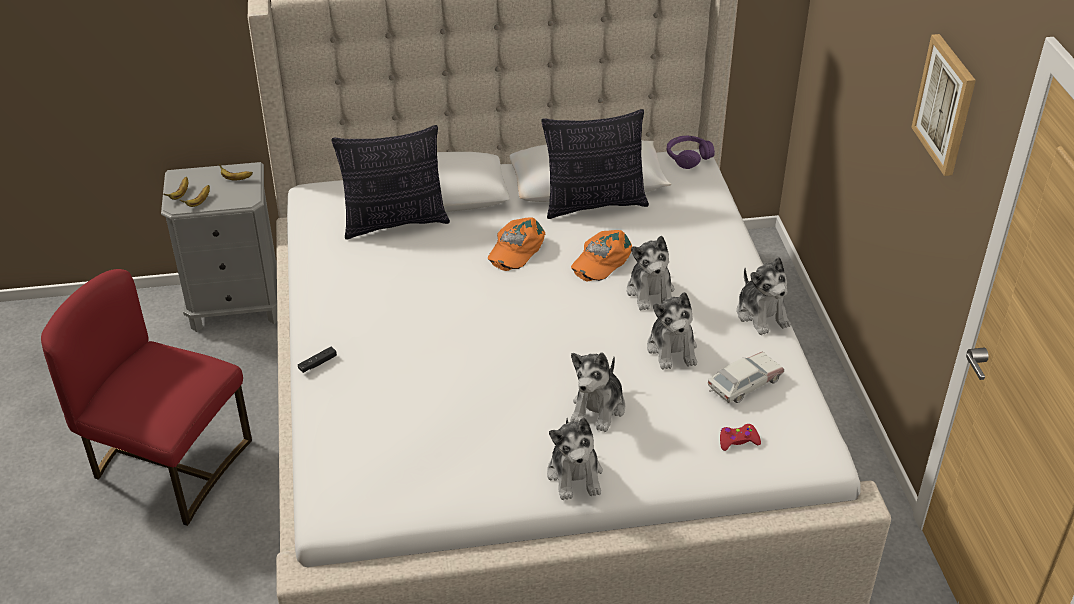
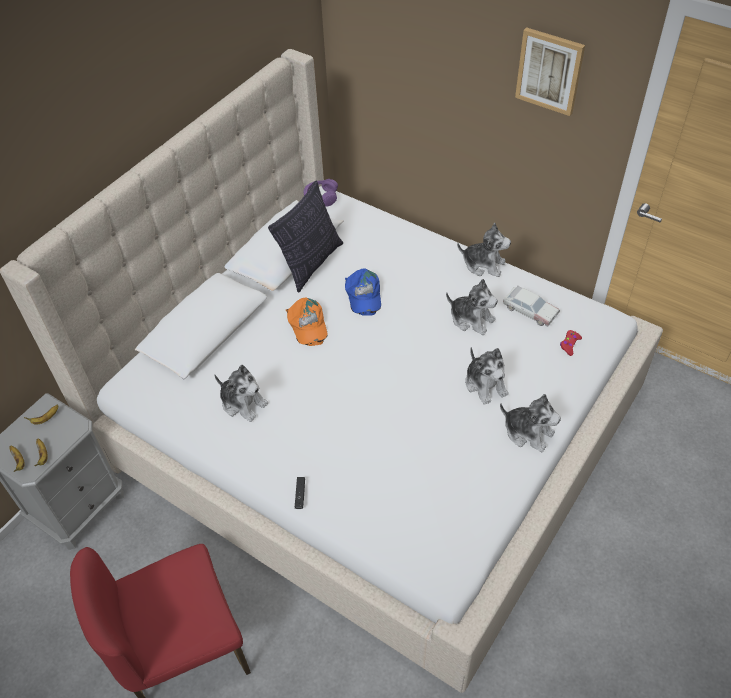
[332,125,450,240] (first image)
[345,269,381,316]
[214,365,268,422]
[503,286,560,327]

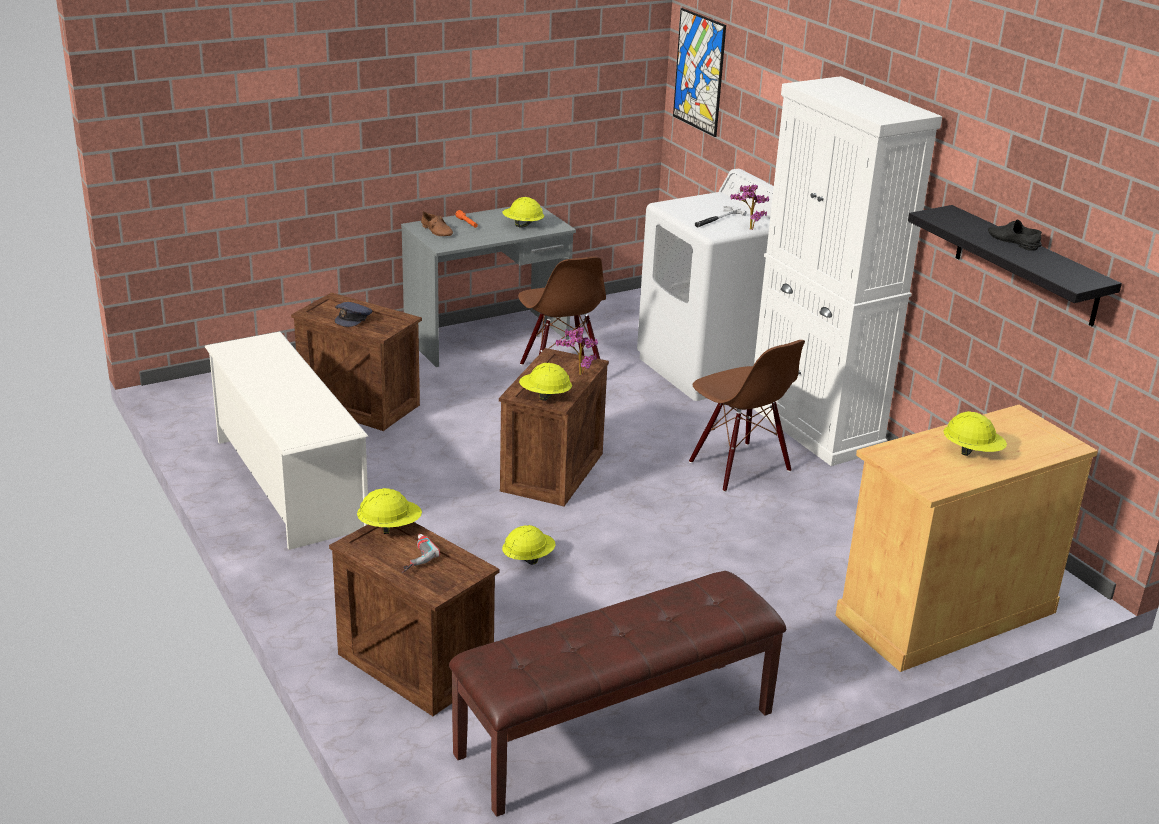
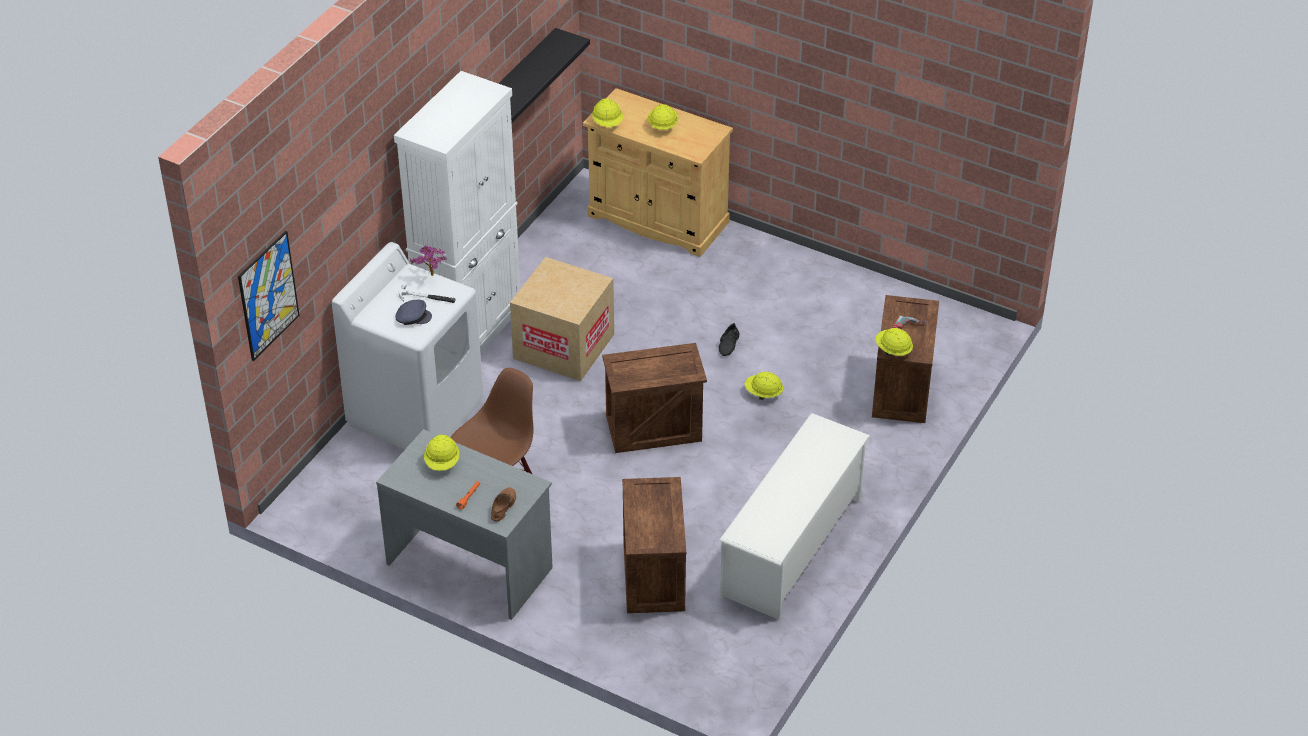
[395,300,432,325]
[449,571,786,817] (first image)
[592,98,623,127]
[556,327,598,376] (first image)
[510,257,614,381]
[719,323,740,356]

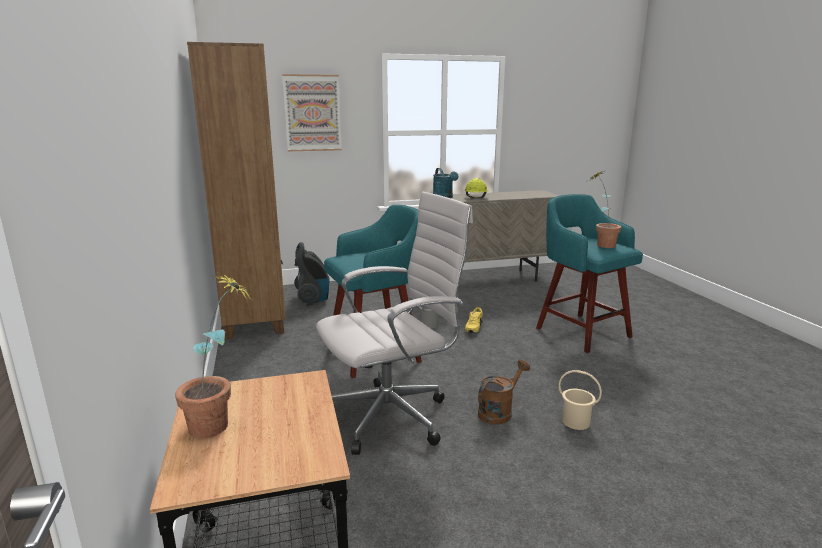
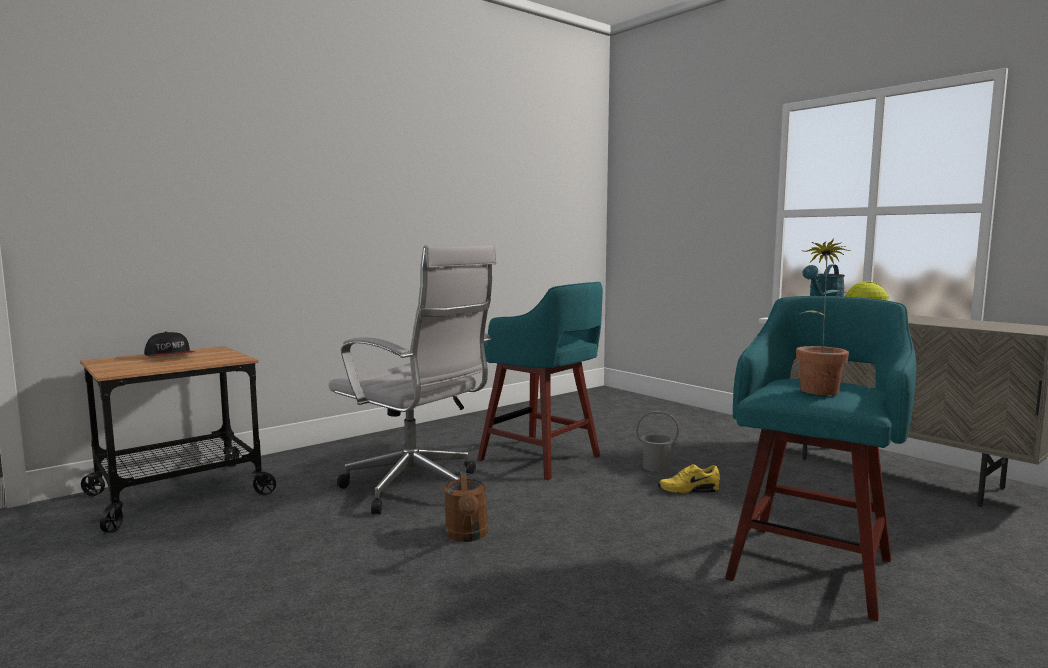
[144,331,194,357]
[187,42,286,340] (first image)
[282,74,342,151] (first image)
[294,242,330,306] (first image)
[444,466,488,542]
[559,370,602,430] (first image)

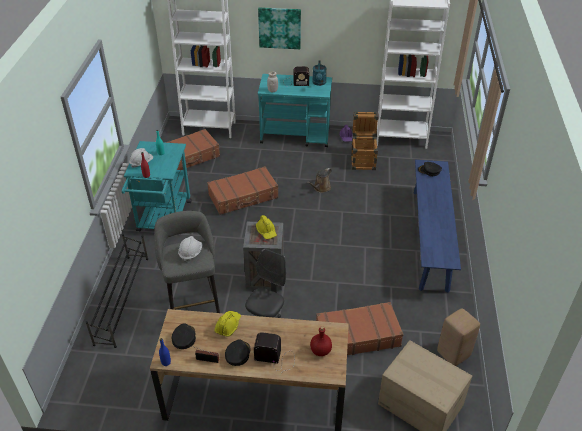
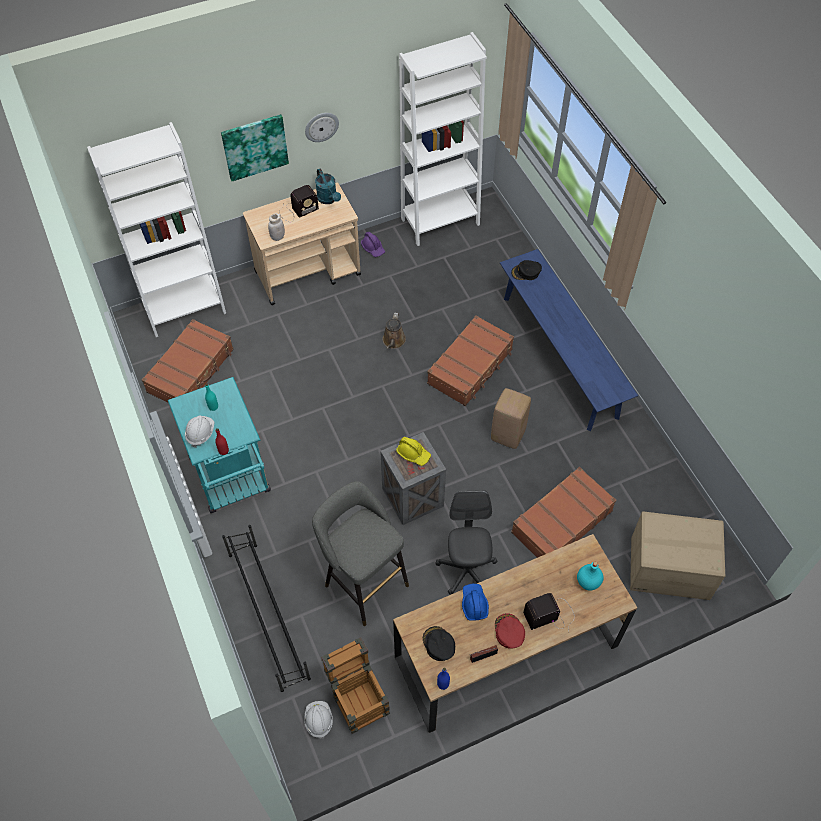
[304,701,333,739]
[427,315,514,406]
[462,584,489,620]
[495,613,525,649]
[243,182,361,305]
[577,561,604,591]
[321,637,390,734]
[491,388,531,449]
[305,113,339,142]

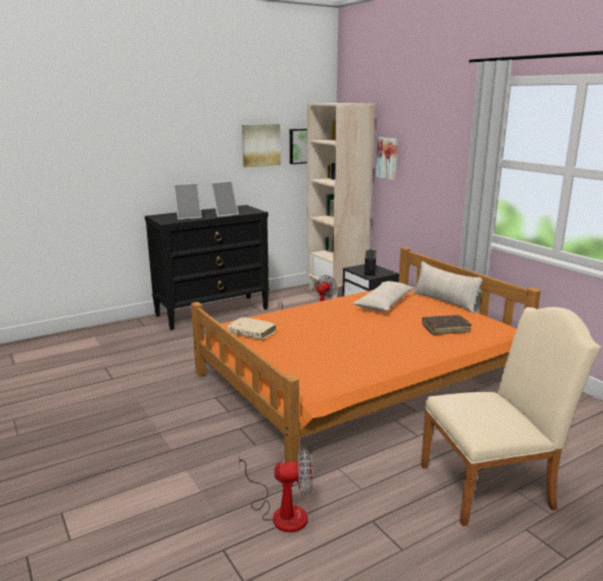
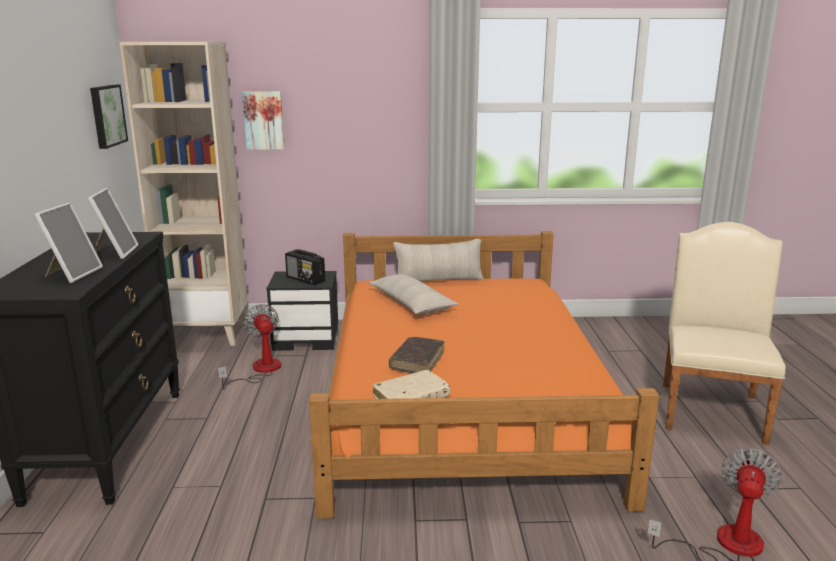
[242,124,281,168] (first image)
[389,337,445,373]

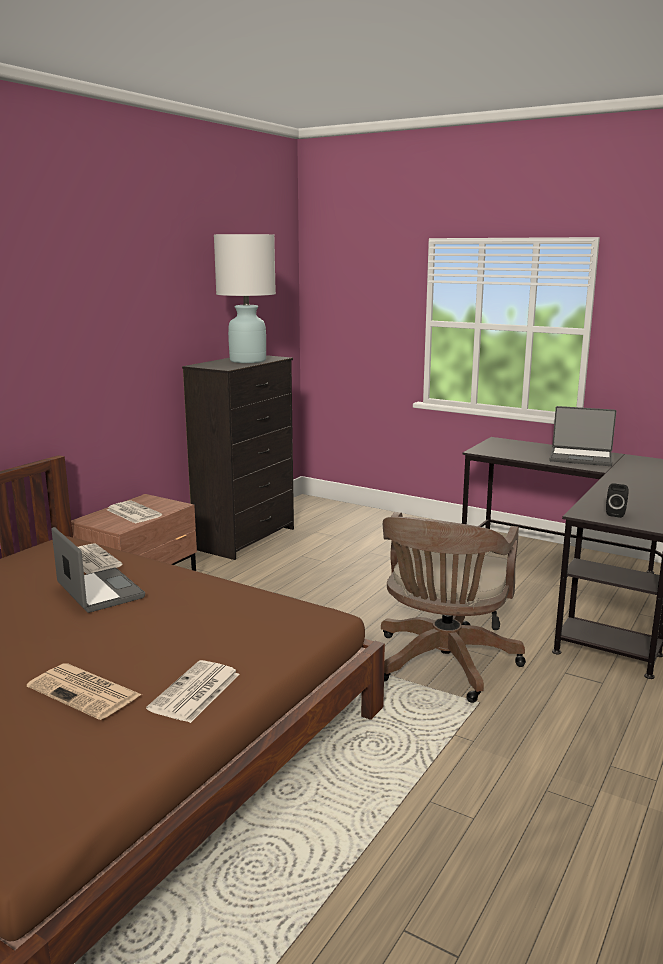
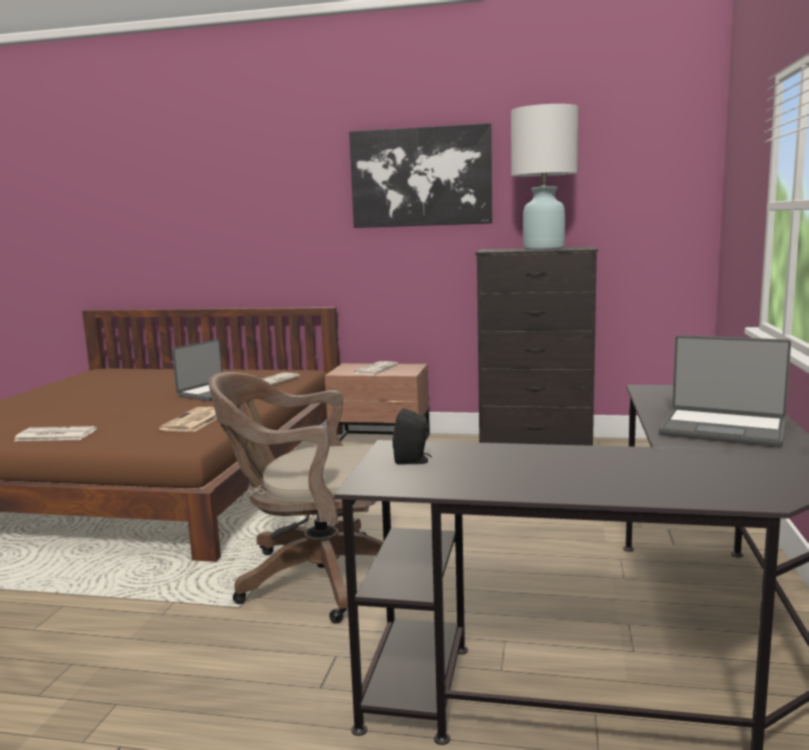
[159,407,217,431]
[659,335,791,447]
[349,123,492,228]

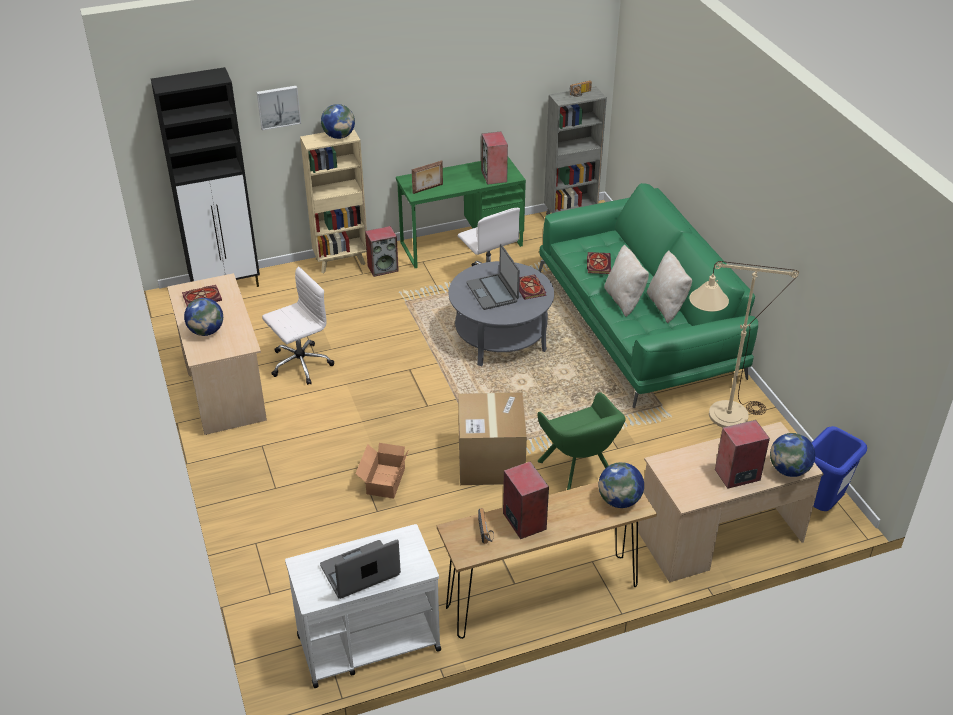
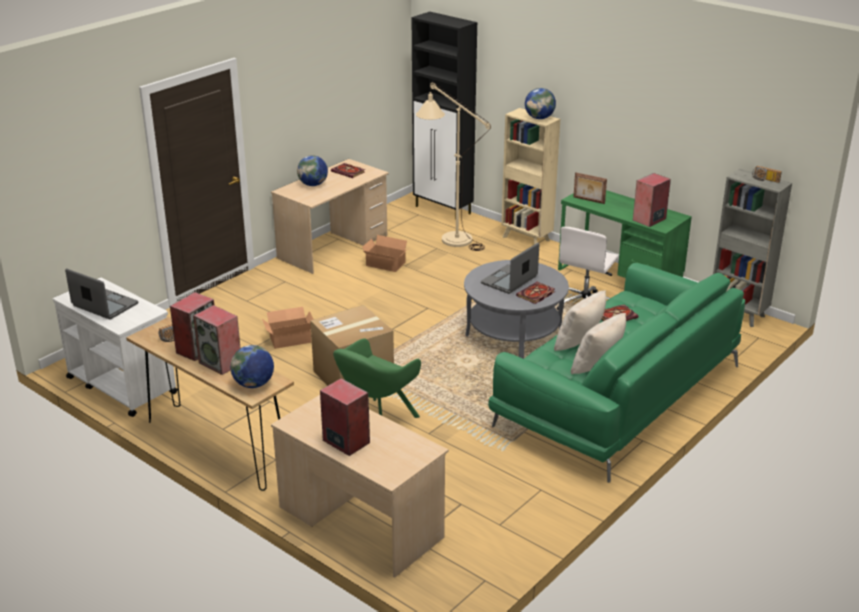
[257,86,301,130] (first image)
[362,235,410,272]
[193,305,240,375]
[416,82,491,251]
[770,433,815,477] (first image)
[811,426,867,511] (first image)

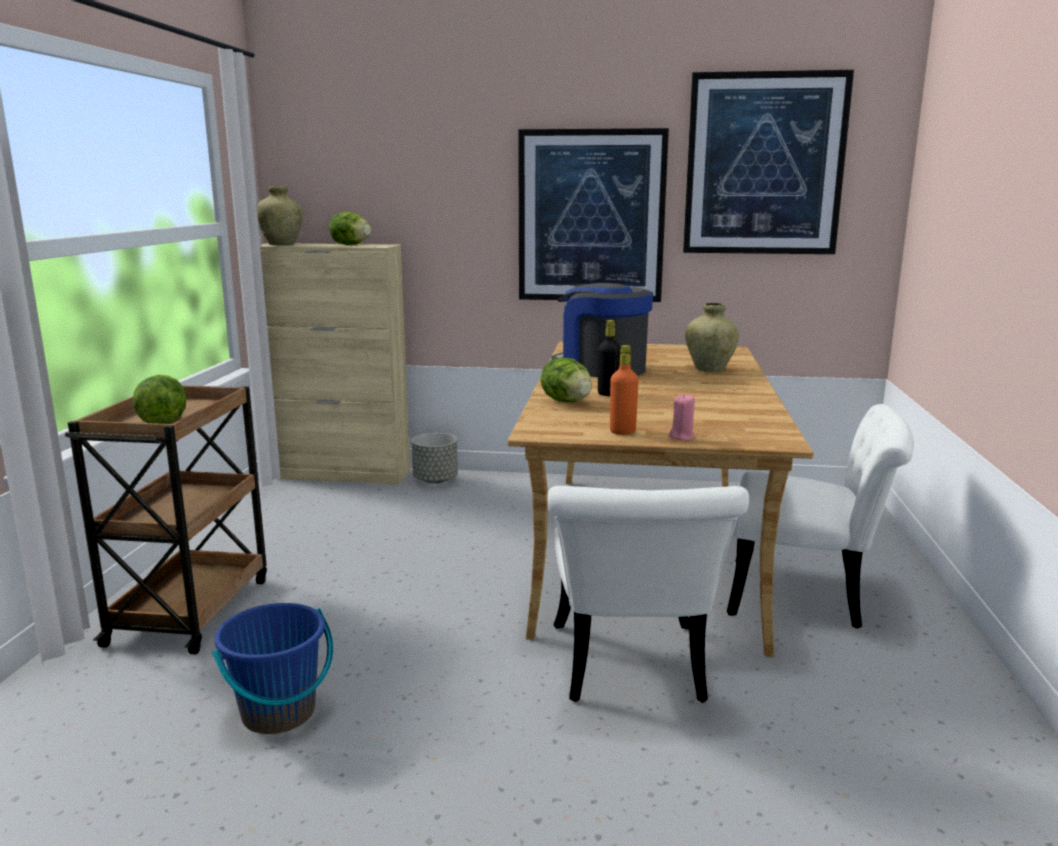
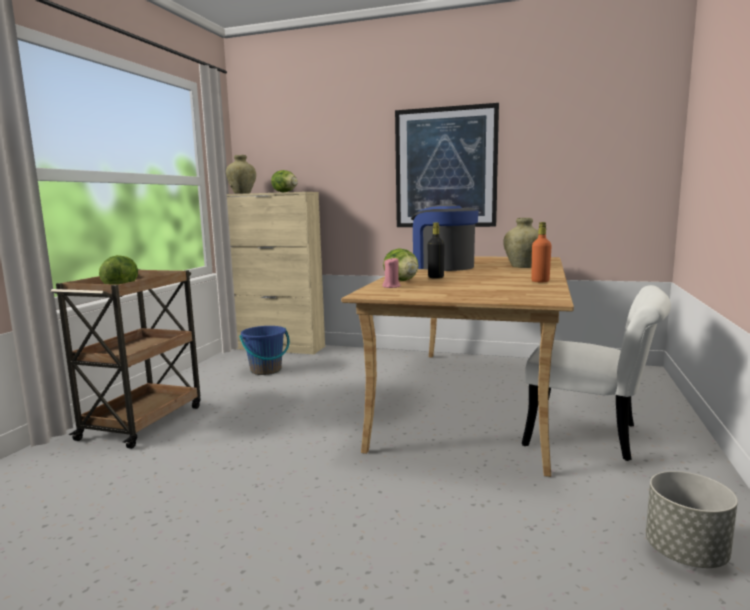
[239,326,290,375]
[646,471,738,568]
[547,486,749,703] (first image)
[531,222,552,282]
[382,257,401,288]
[683,70,854,254] (first image)

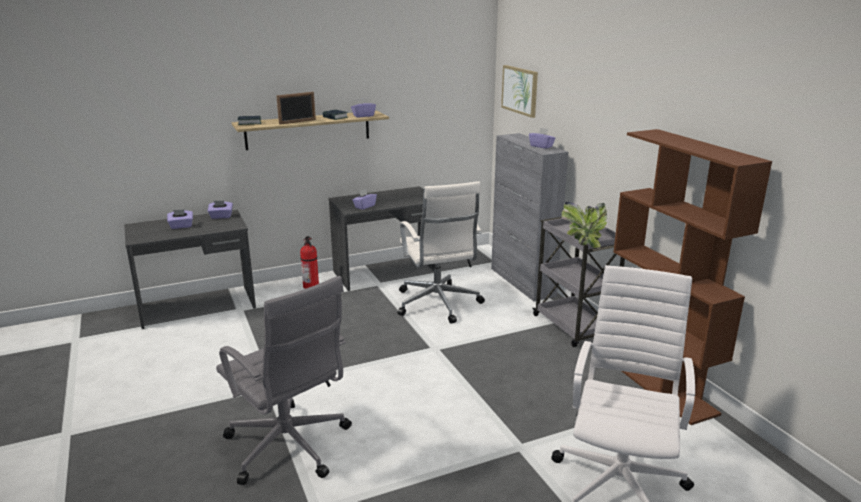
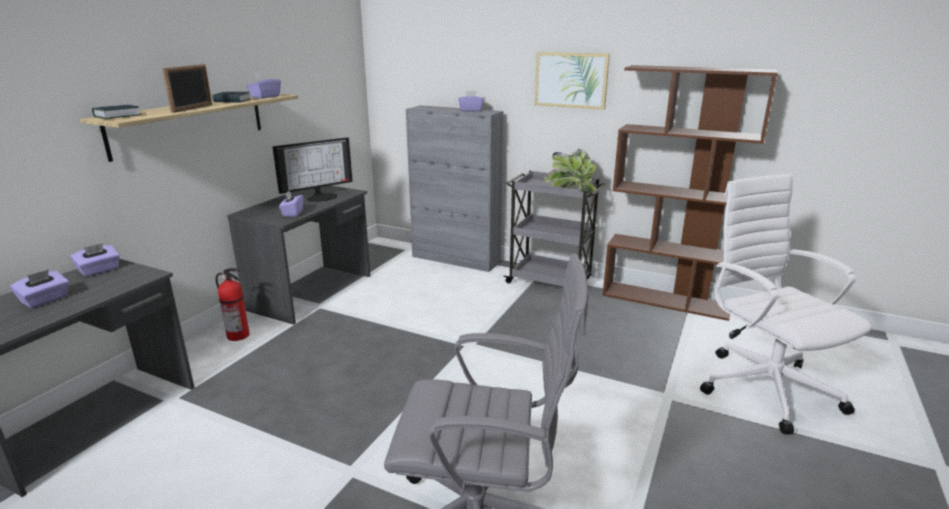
[397,181,485,324] (first image)
[535,52,610,110]
[273,137,353,202]

